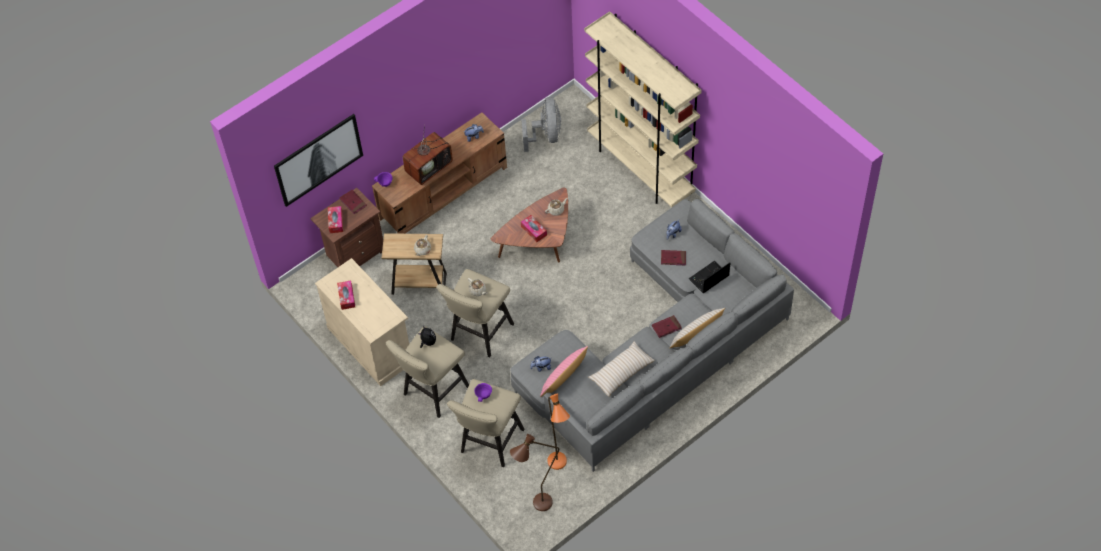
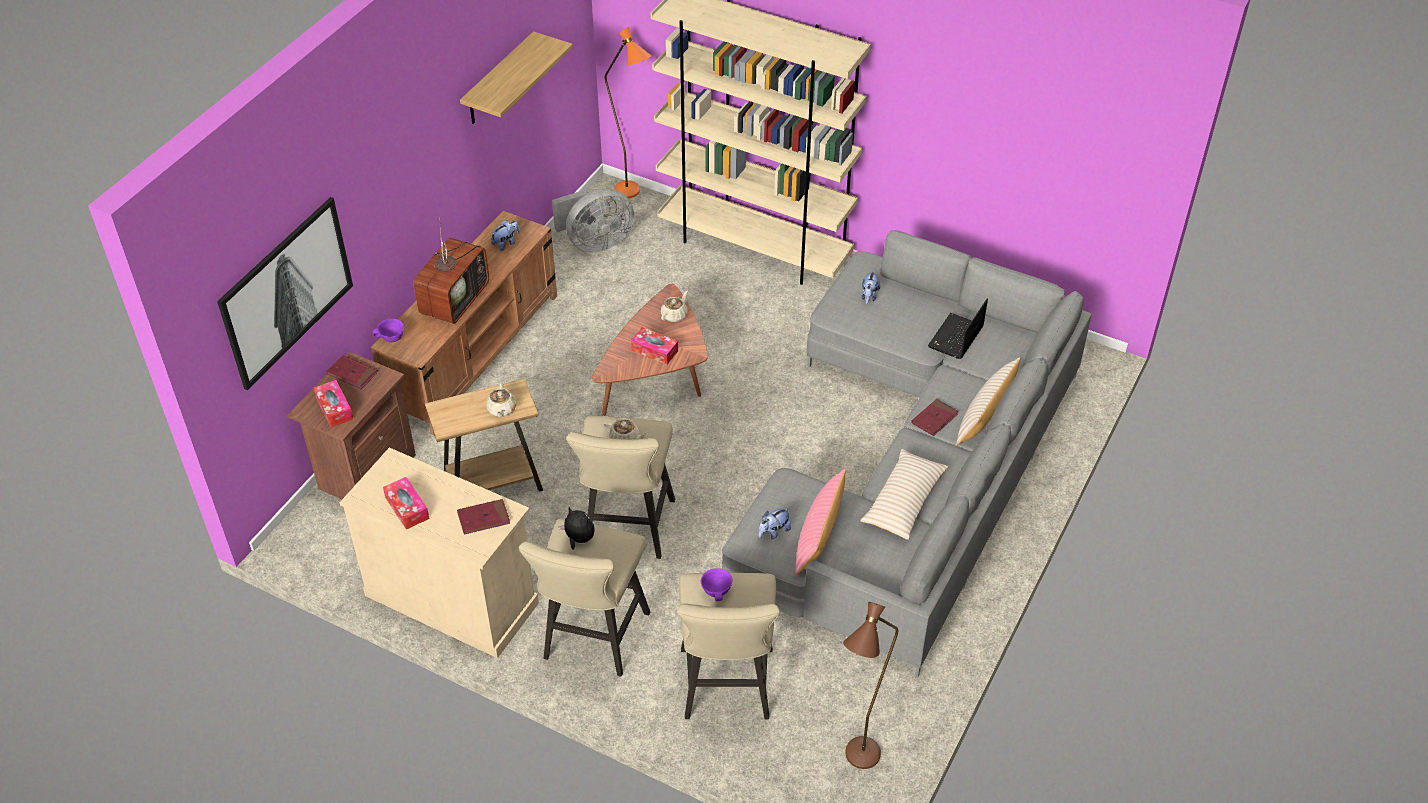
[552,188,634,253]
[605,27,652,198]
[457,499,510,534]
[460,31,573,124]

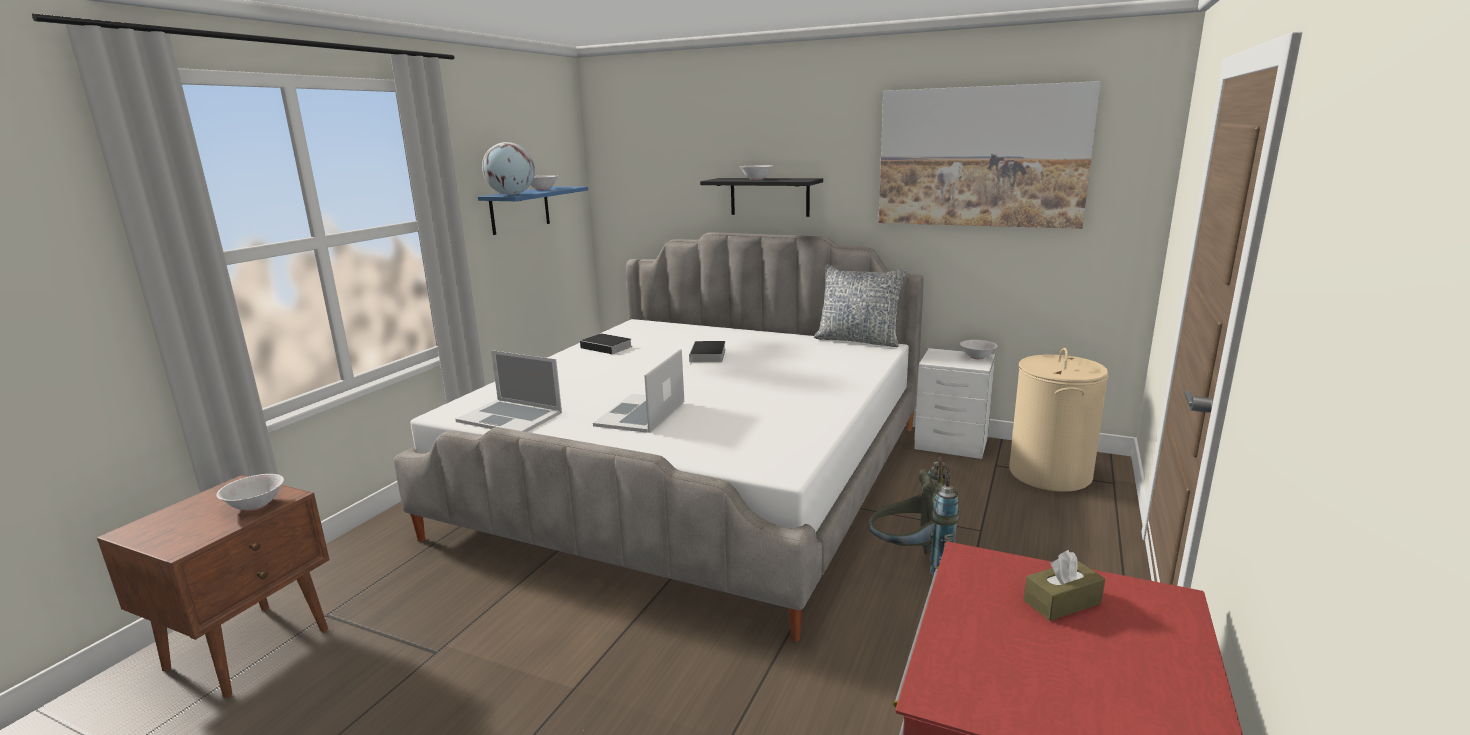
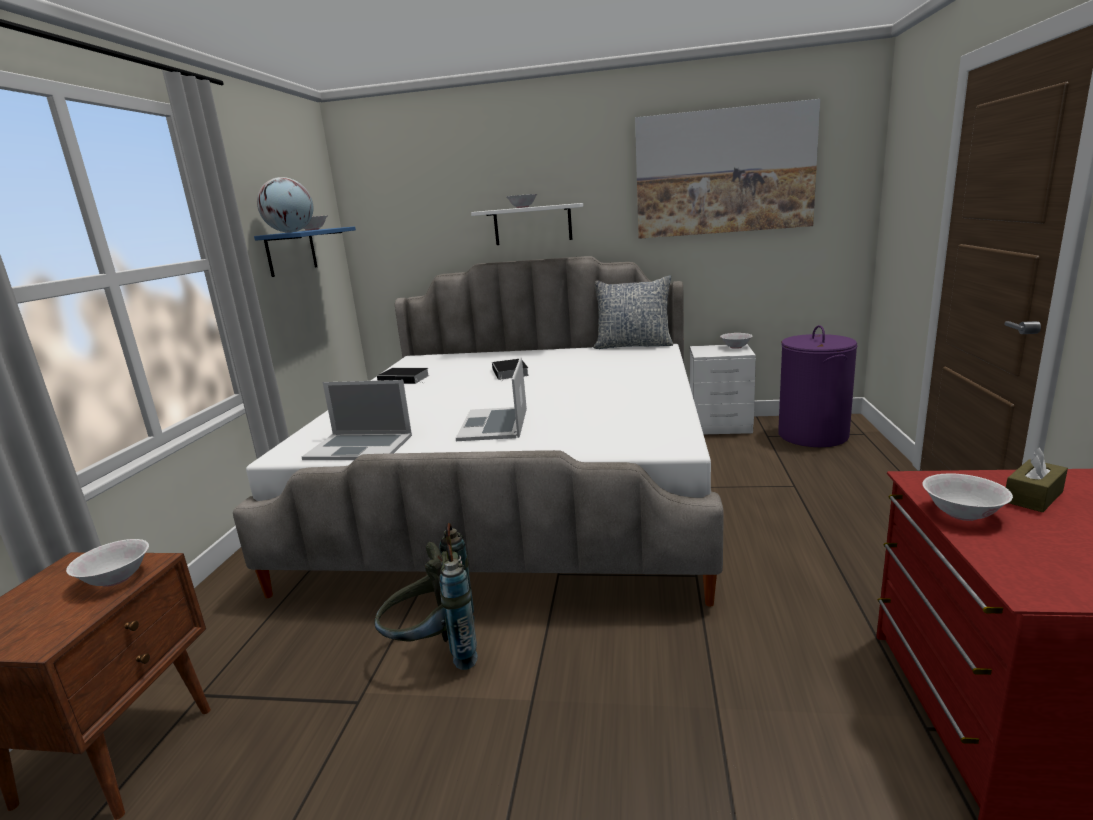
[471,203,583,245]
[374,523,478,670]
[778,325,857,447]
[922,474,1013,521]

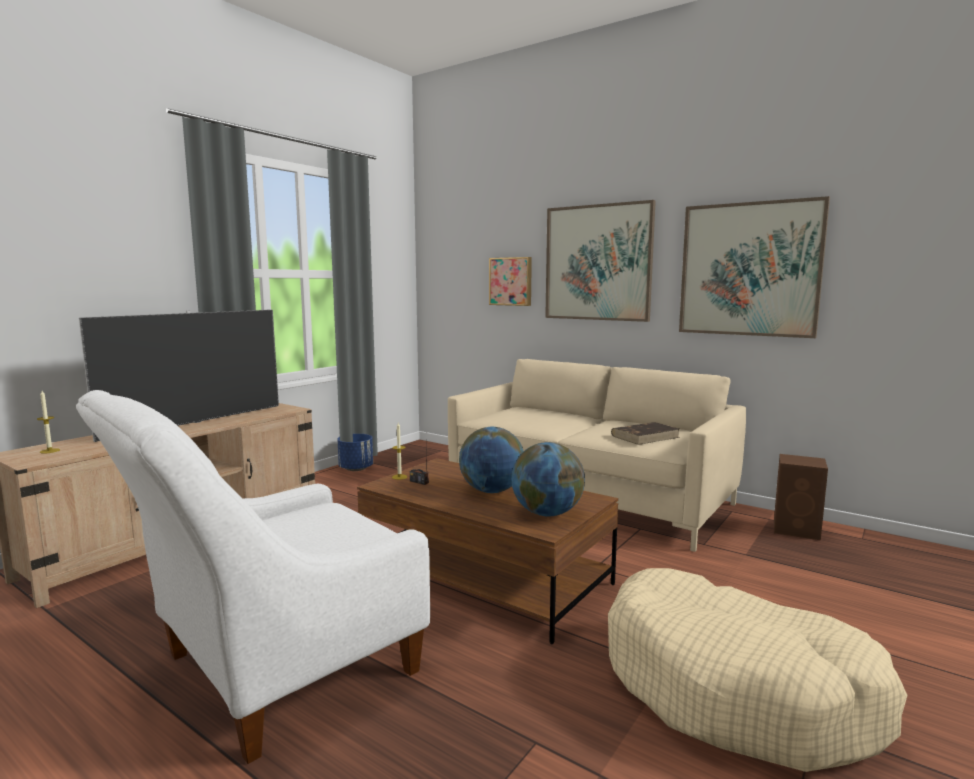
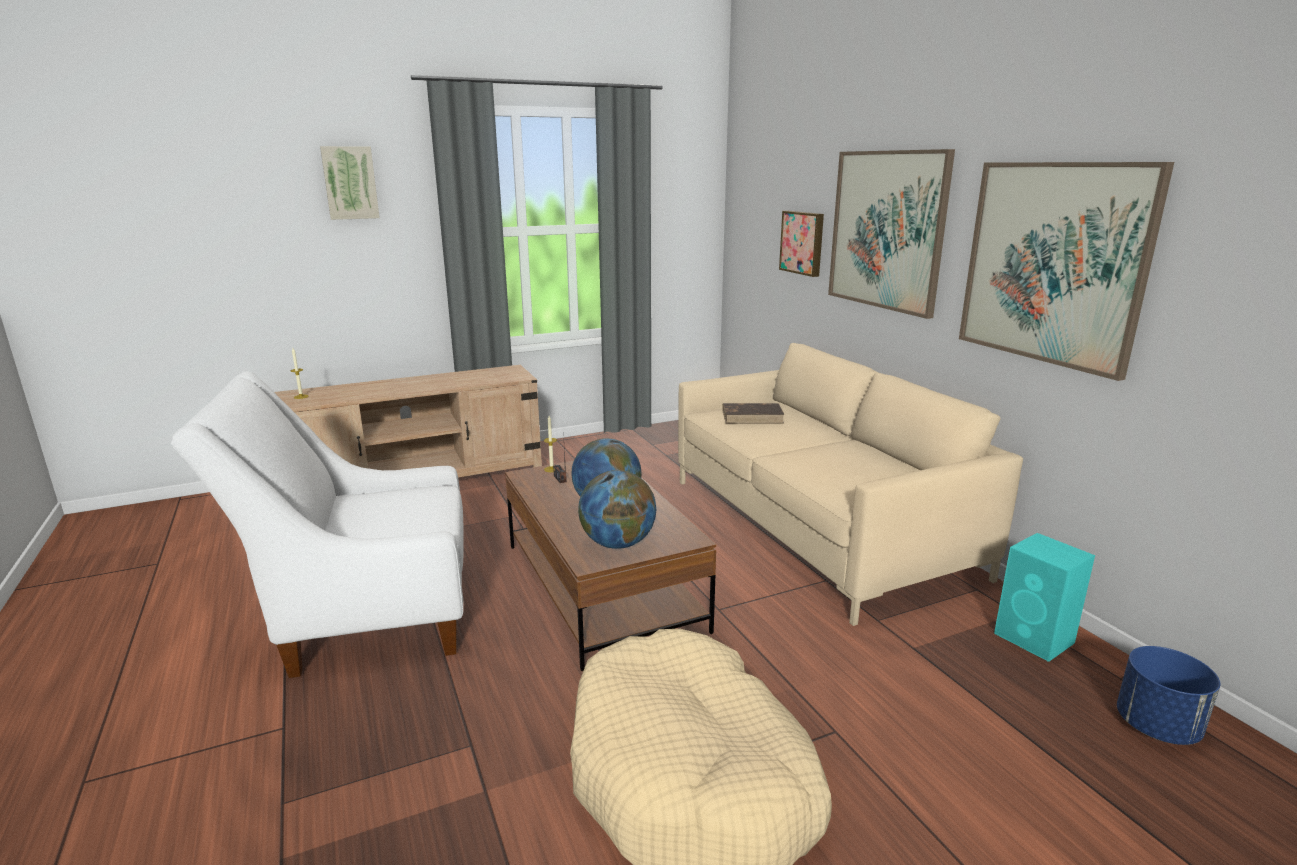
[79,310,279,442] (first image)
[1117,646,1220,745]
[722,403,784,423]
[994,533,1095,662]
[320,146,380,220]

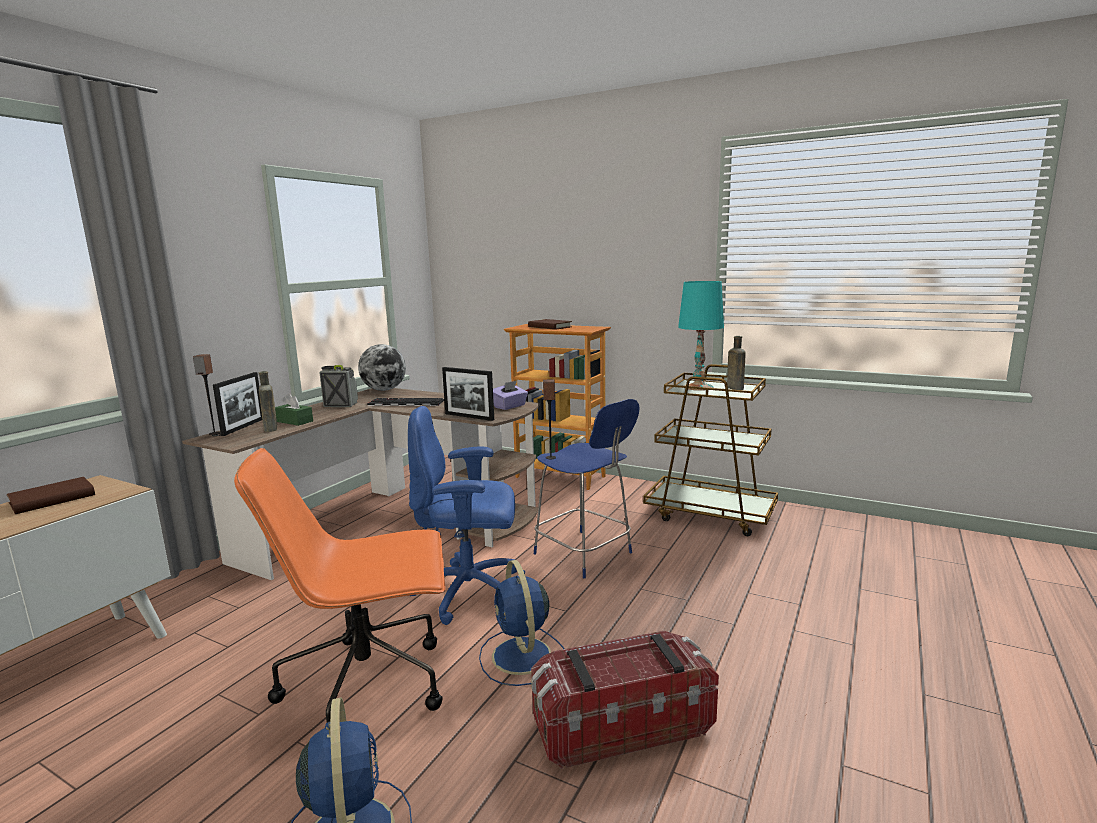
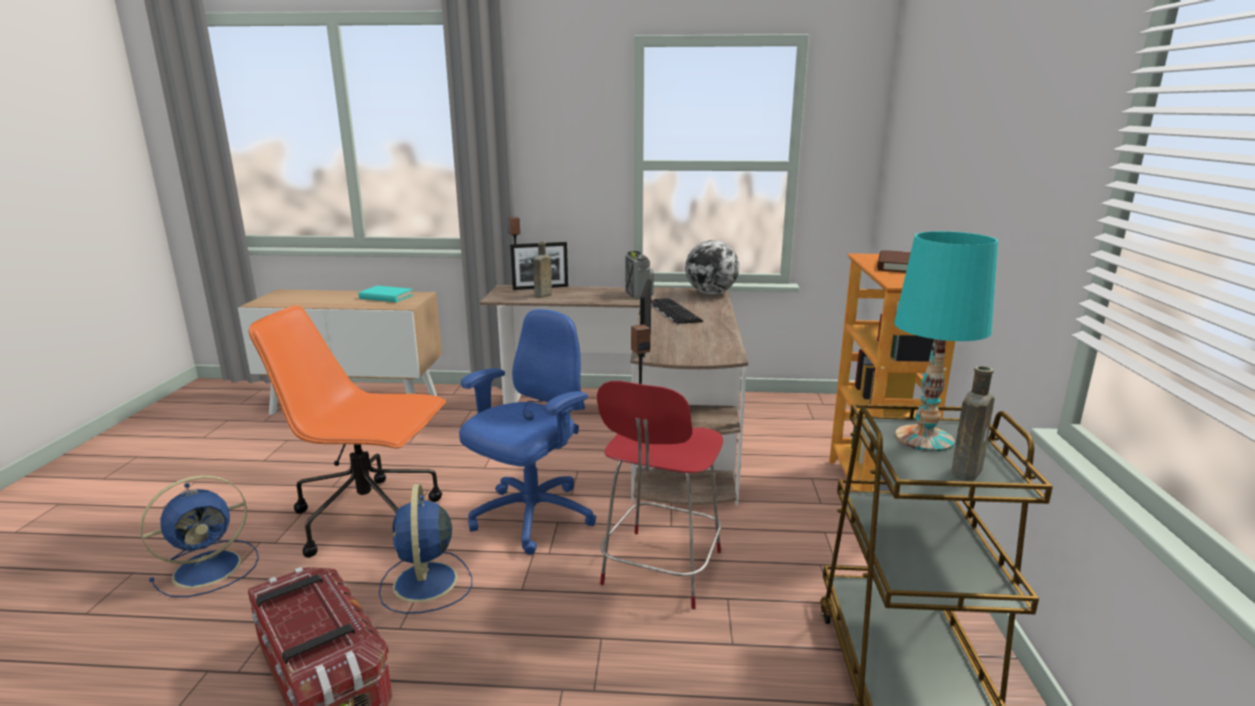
[358,286,413,302]
[248,305,446,558]
[275,393,313,426] (first image)
[459,309,596,555]
[379,484,472,614]
[493,381,528,410] (first image)
[597,381,723,609]

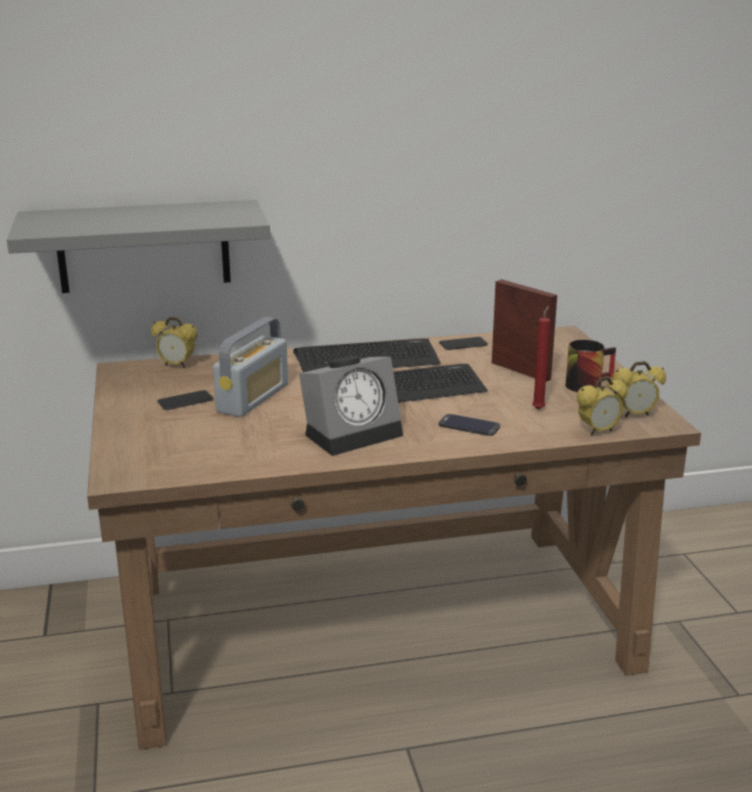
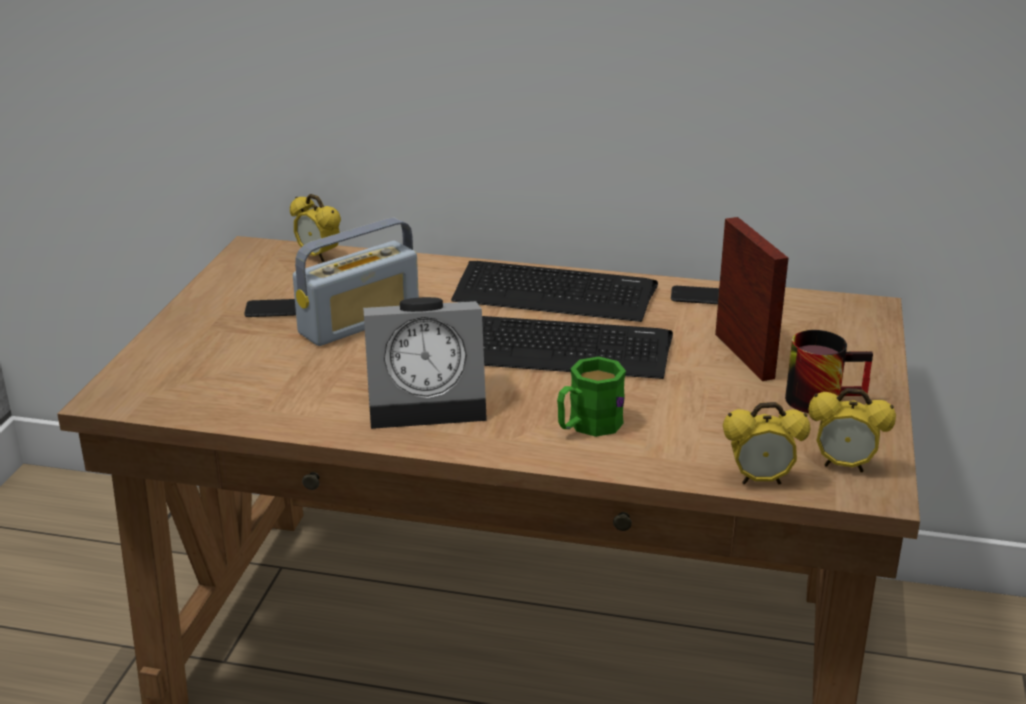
[7,200,270,293] (first image)
[557,357,626,437]
[532,306,550,410] (first image)

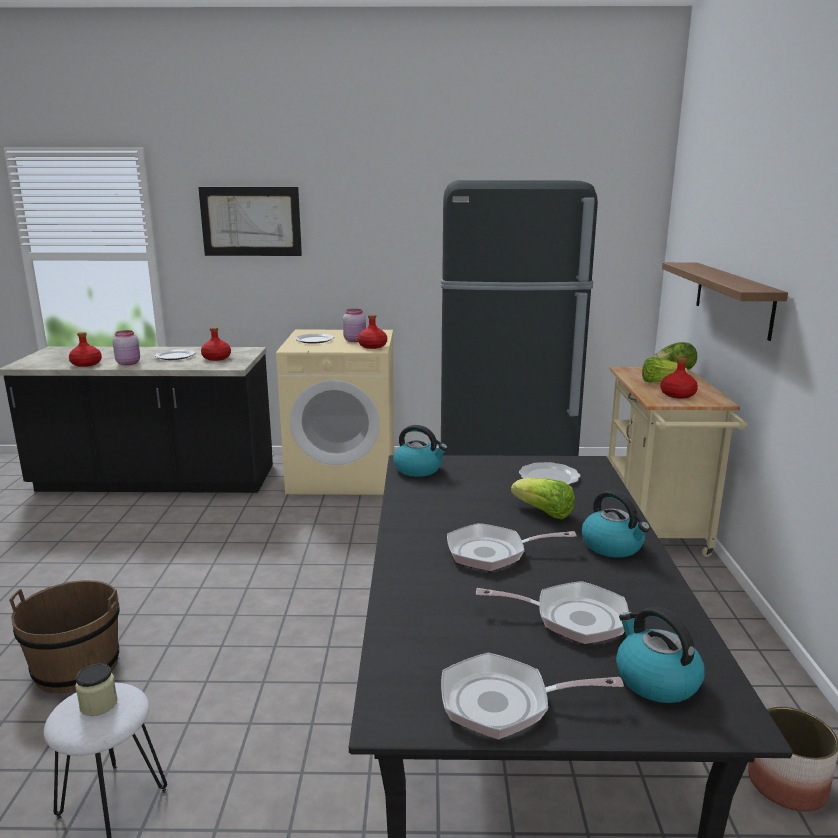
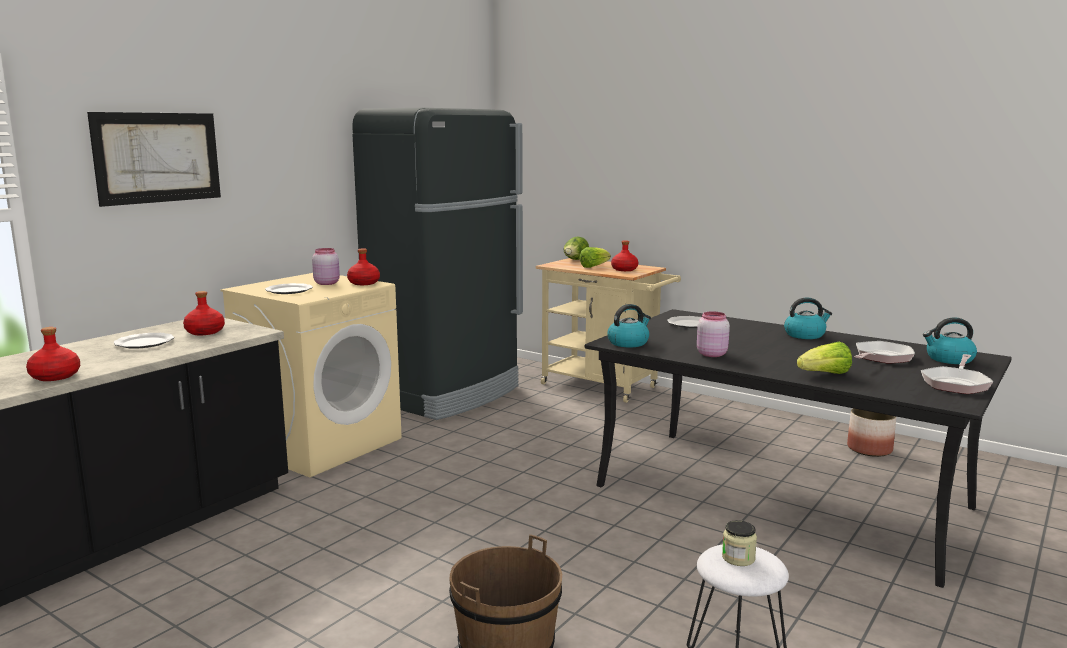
[697,312,730,357]
[447,523,577,571] (first image)
[797,342,852,374]
[662,262,788,341] (first image)

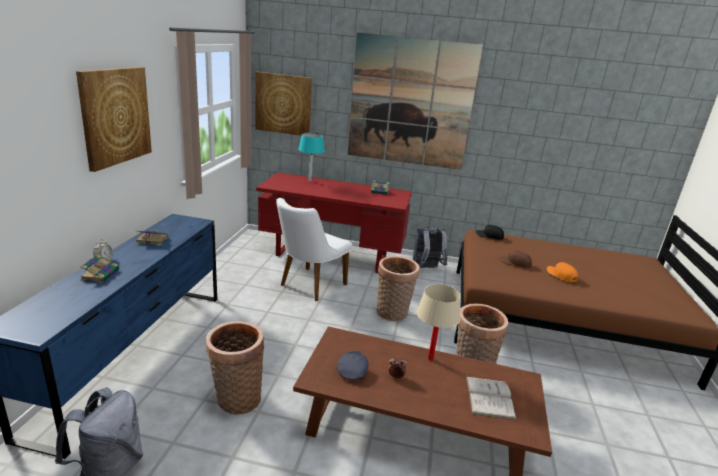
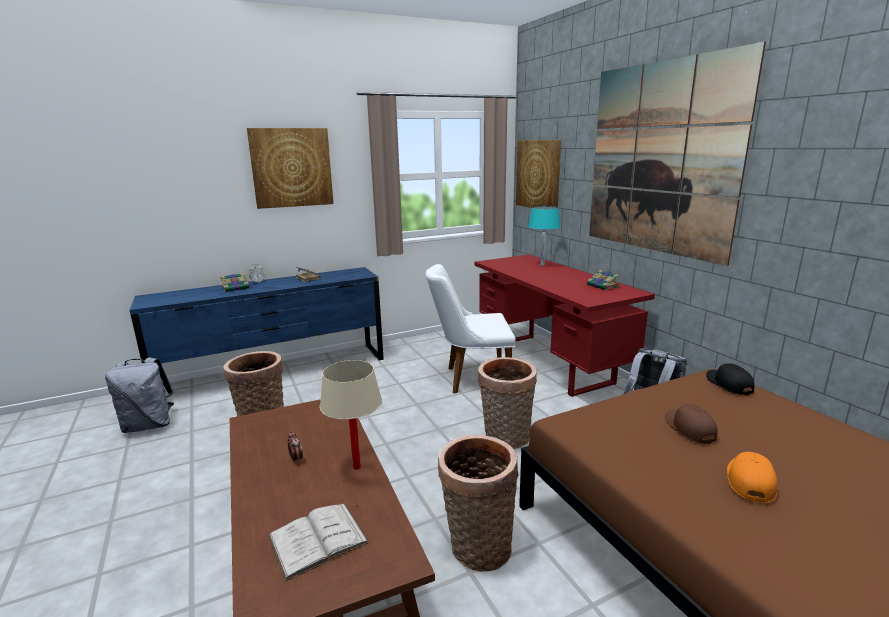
[337,351,368,380] (first image)

